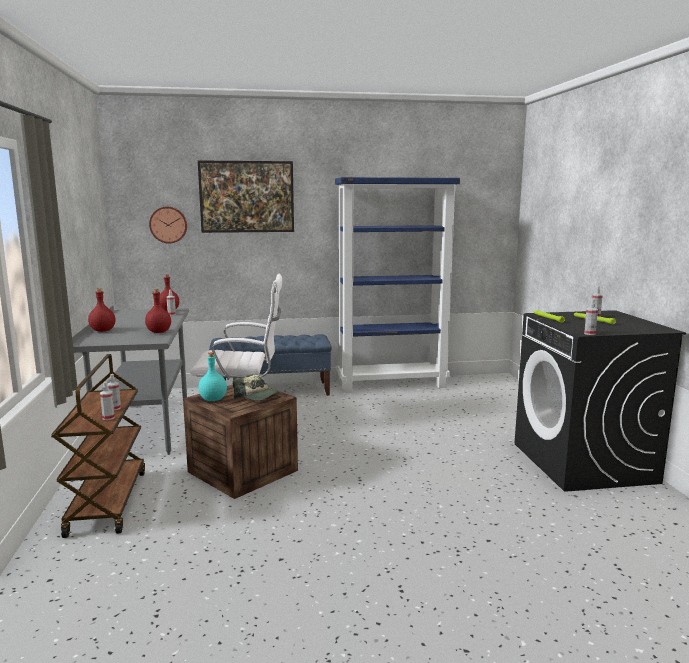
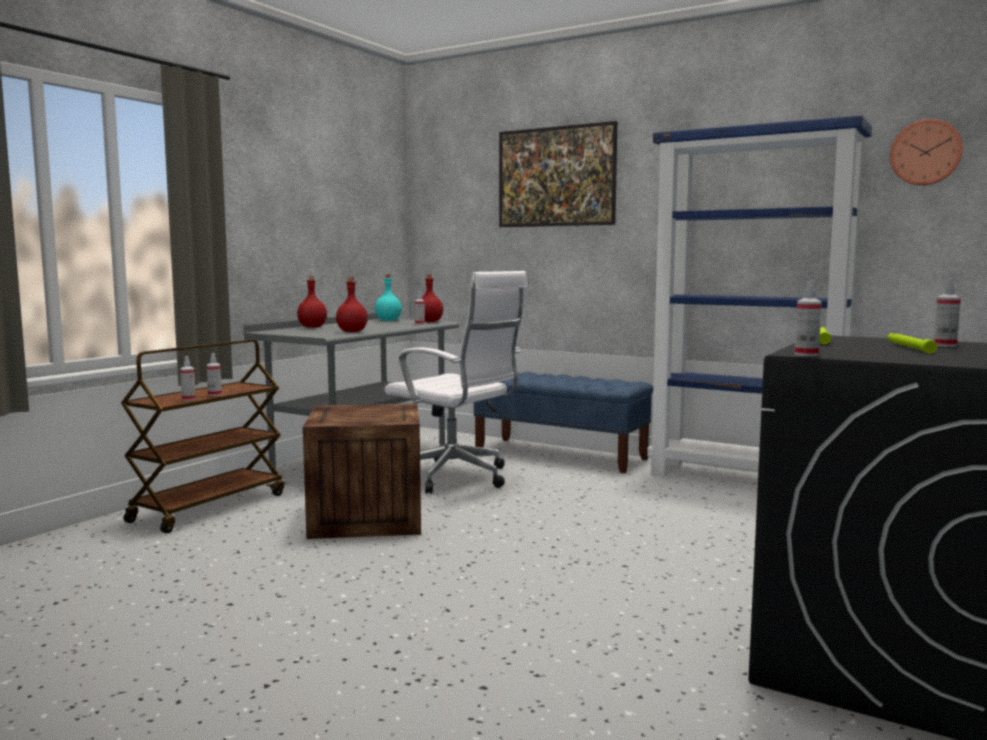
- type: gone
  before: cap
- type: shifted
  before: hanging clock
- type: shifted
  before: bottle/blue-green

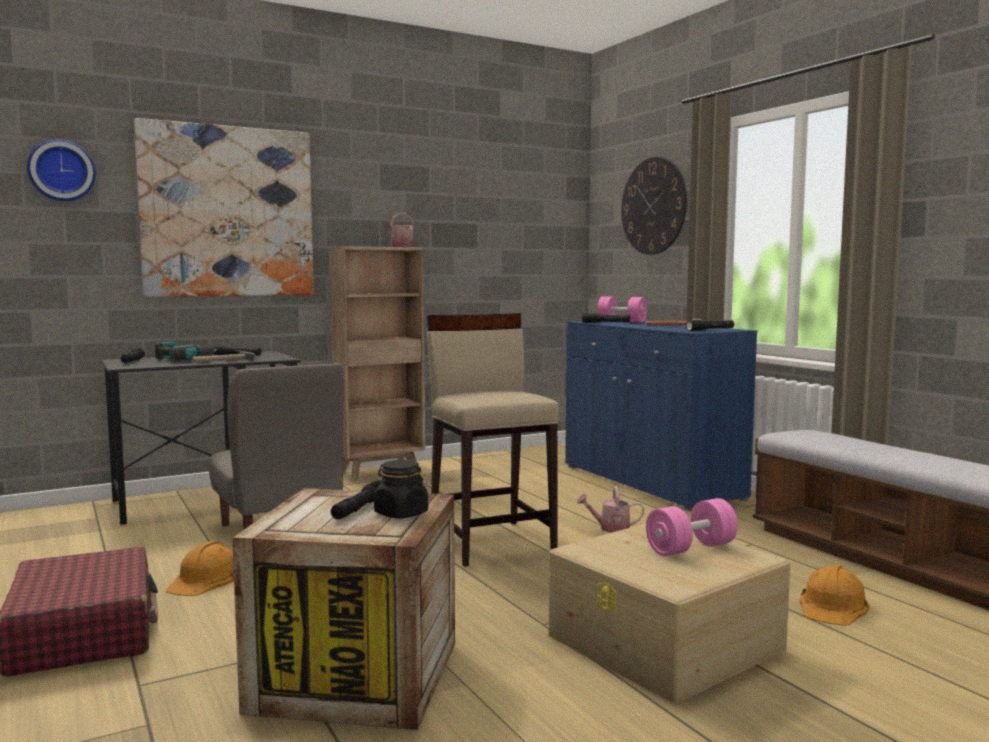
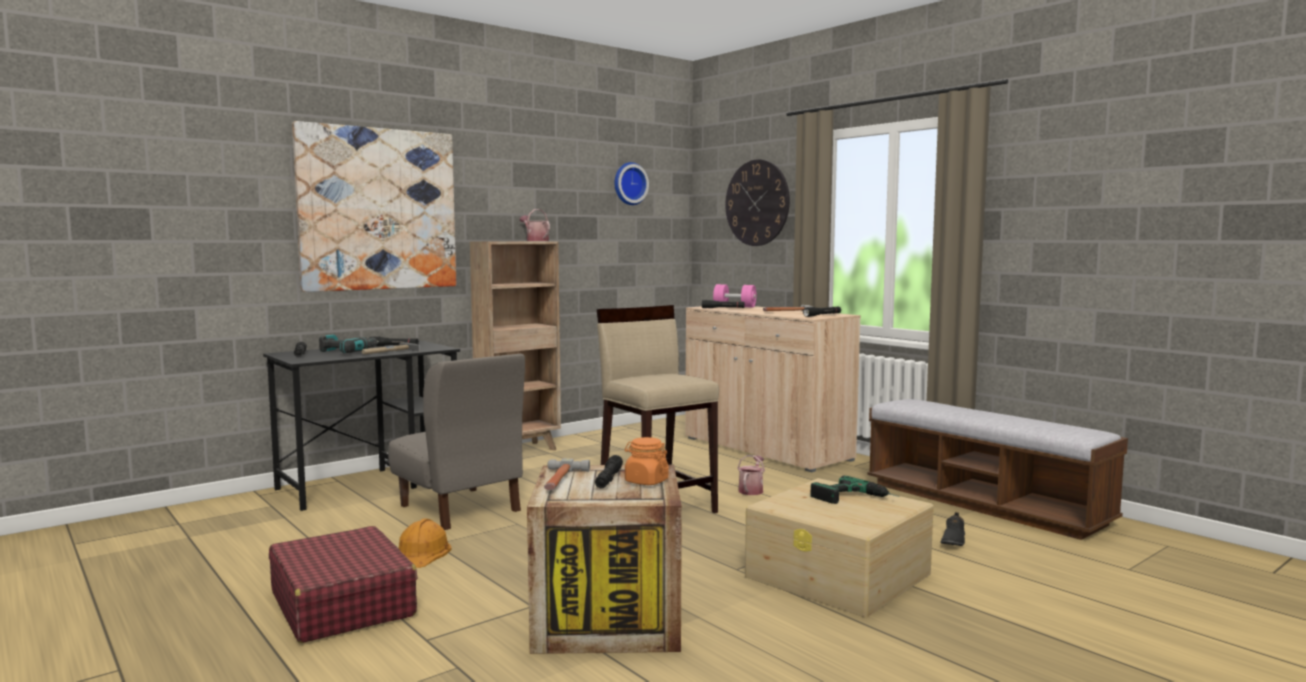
- type: new
  after: tool hammer (no. 2 from left)
- type: shifted
  before: hanging clock (no. 1 from left)
- type: swapped
  before: dumbbell/pink-coloured (no. 2 from left)
  after: drill (no. 2 from left)
- type: swapped
  before: work helmet/orange-coloured (no. 2 from left)
  after: low shoe/black
- type: repainted
  before: preserve jar/black
  after: preserve jar/orange-coloured
- type: repainted
  before: storage cabinet/blue
  after: storage cabinet/beige-coloured
- type: rotated
  before: sprinkling can (no. 2 from left)
  turn: 120

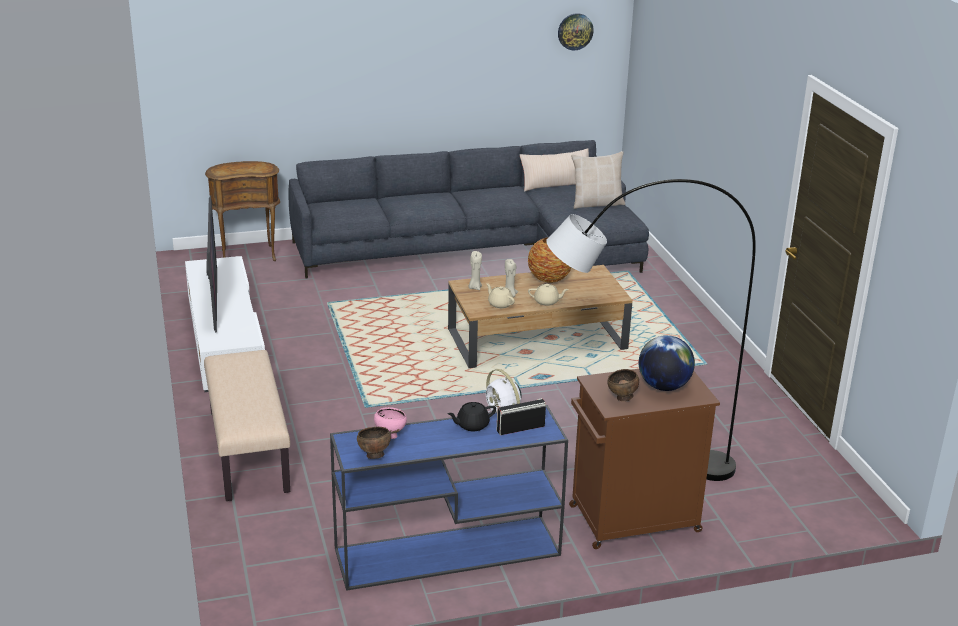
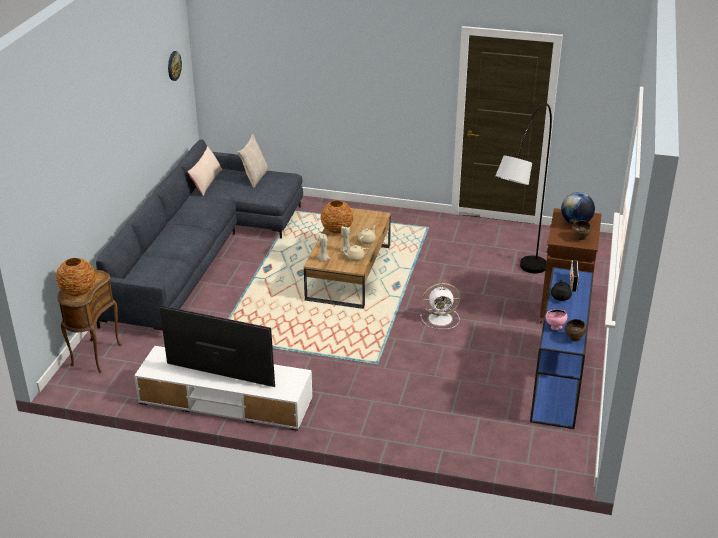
- type: gone
  before: indoor bench/beige-coloured
- type: new
  after: vase (no. 1 from left)

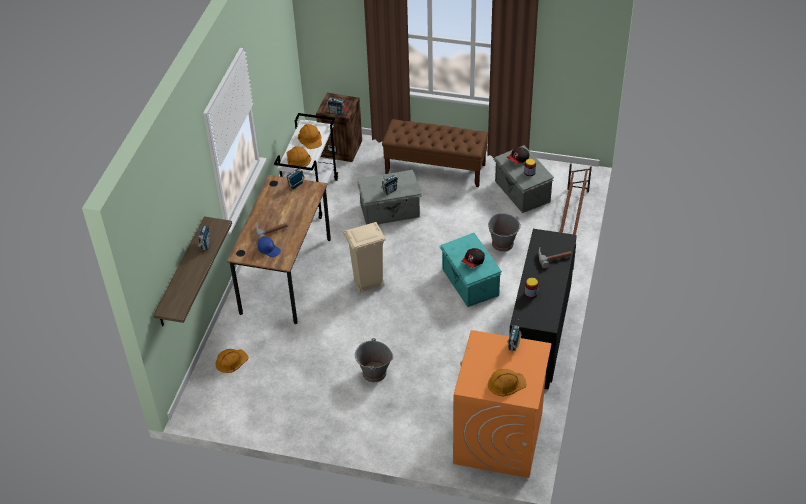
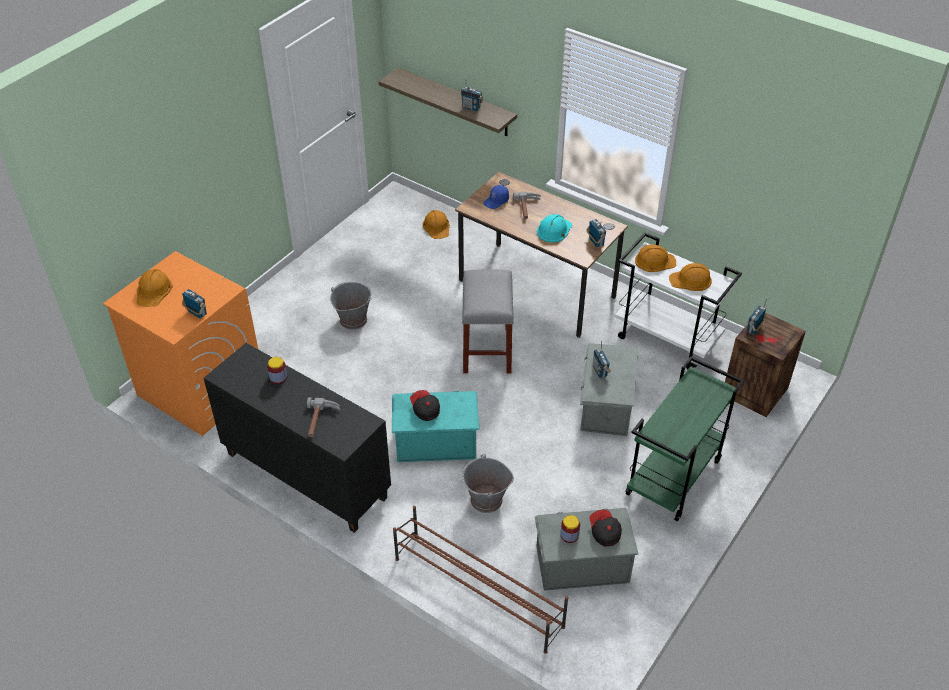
- type: new
  after: work helmet/blue-green
- type: swapped
  before: rubbish bin/beige-coloured
  after: sitting stool/greyish
- type: swapped
  before: indoor bench/brown
  after: wheeled cart/greenish

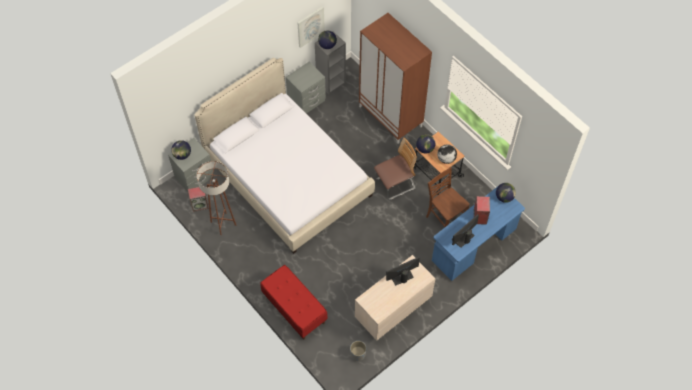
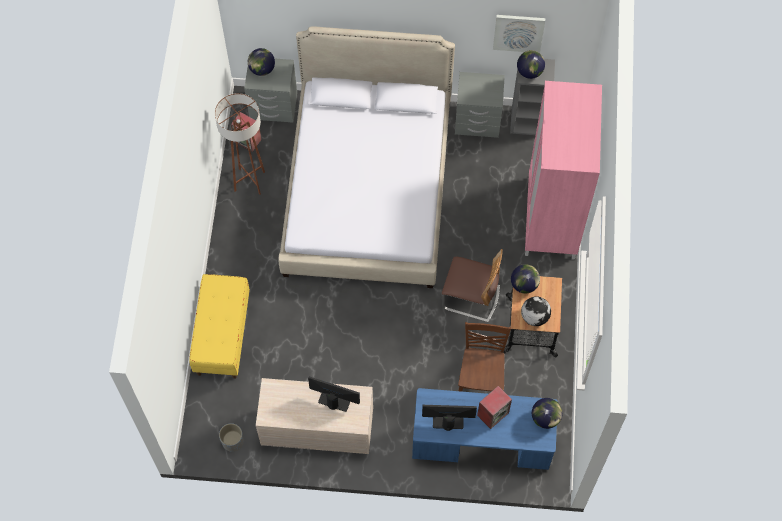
- type: repainted
  before: indoor bench/reddish
  after: indoor bench/yellow
- type: repainted
  before: armoire/brown
  after: armoire/pink-coloured

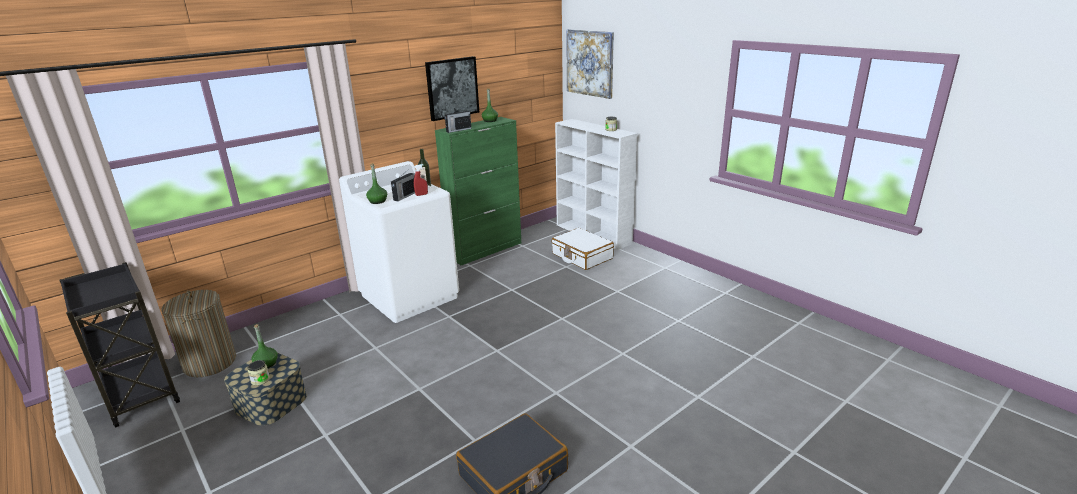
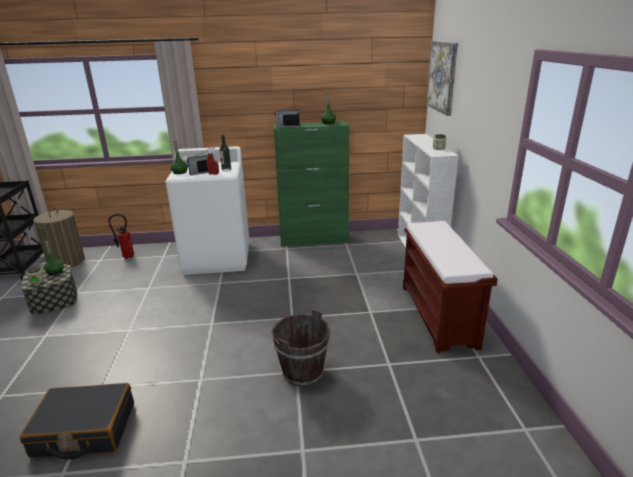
- type: gone
  before: wall picture (no. 1 from left)
- type: gone
  before: suitcase/whitish
- type: new
  after: fire extinguisher
- type: new
  after: water bucket/brown
- type: new
  after: indoor bench/brown

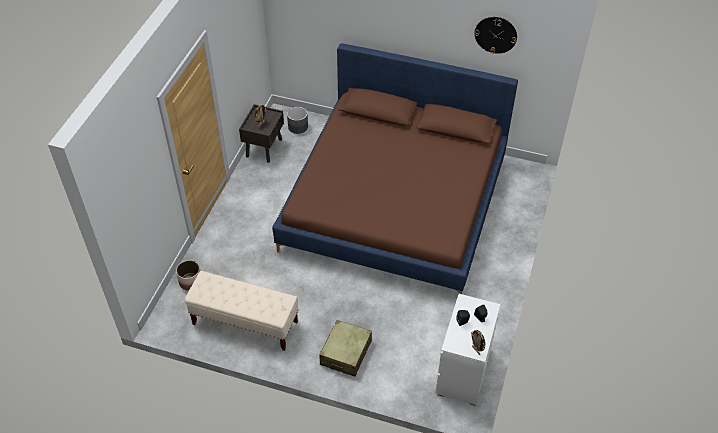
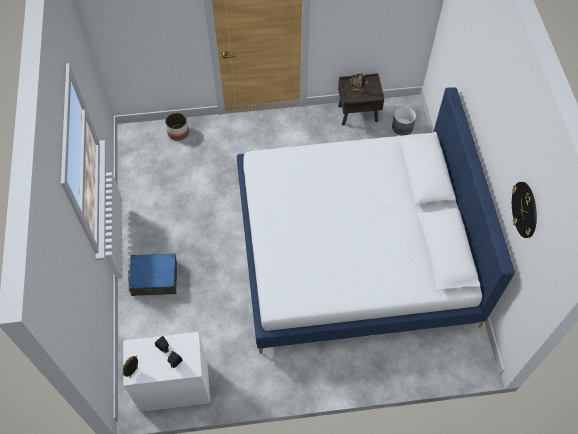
- type: gone
  before: indoor bench/beige-coloured
- type: repainted
  before: bedroom bed/brown
  after: bedroom bed/whitish
- type: repainted
  before: suitcase/beige-coloured
  after: suitcase/blue

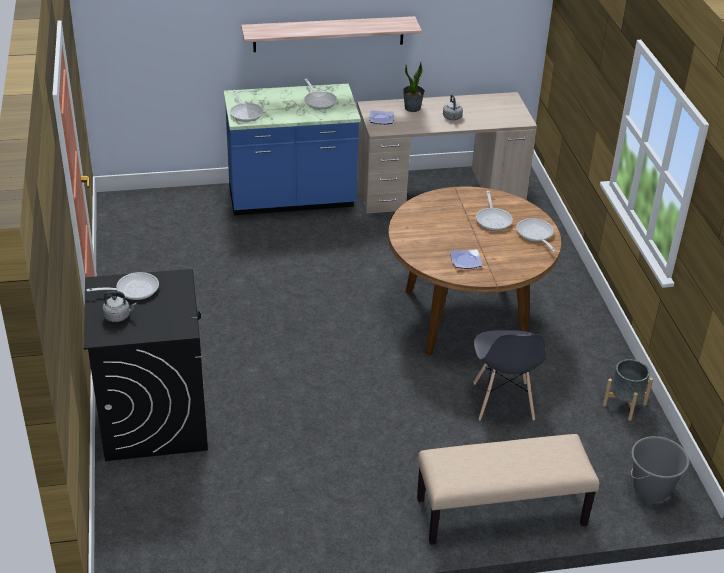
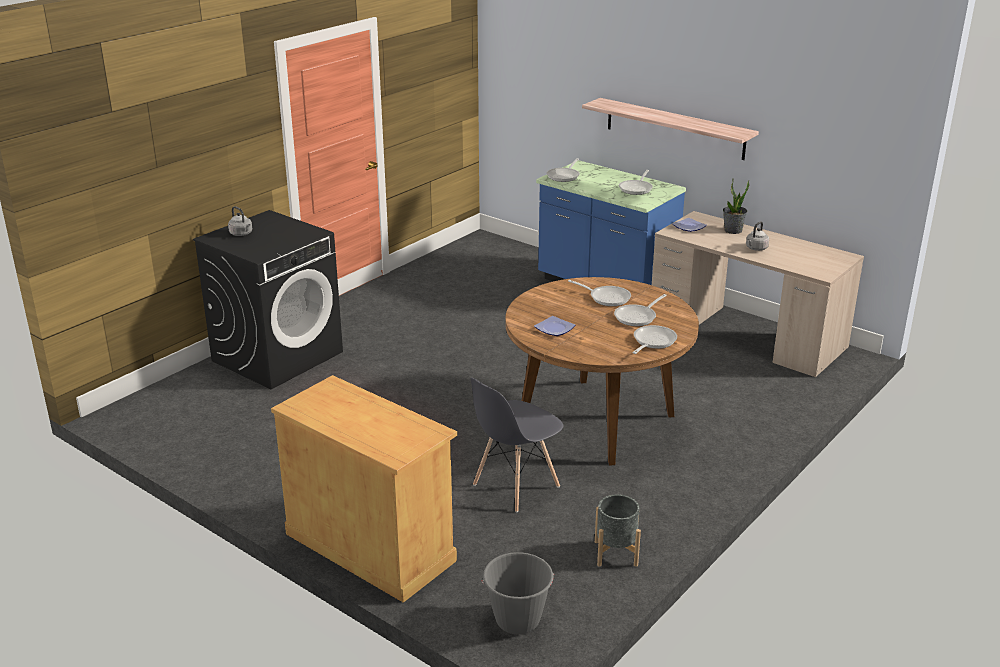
- type: shifted
  before: frying pan (no. 1 from left in the first image)
  after: frying pan (no. 2 from left)
- type: swapped
  before: indoor bench/beige-coloured
  after: storage cabinet/beige-coloured

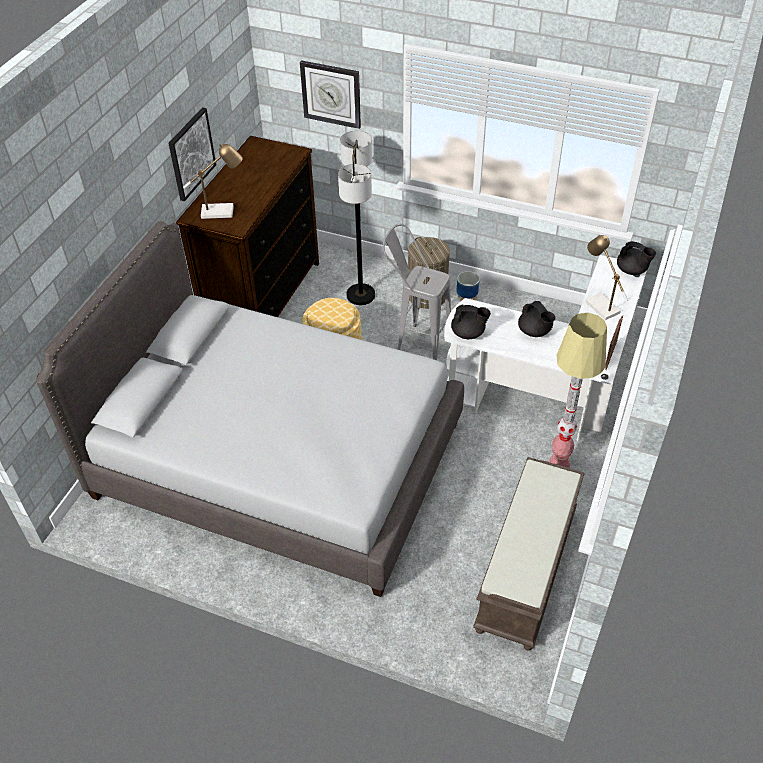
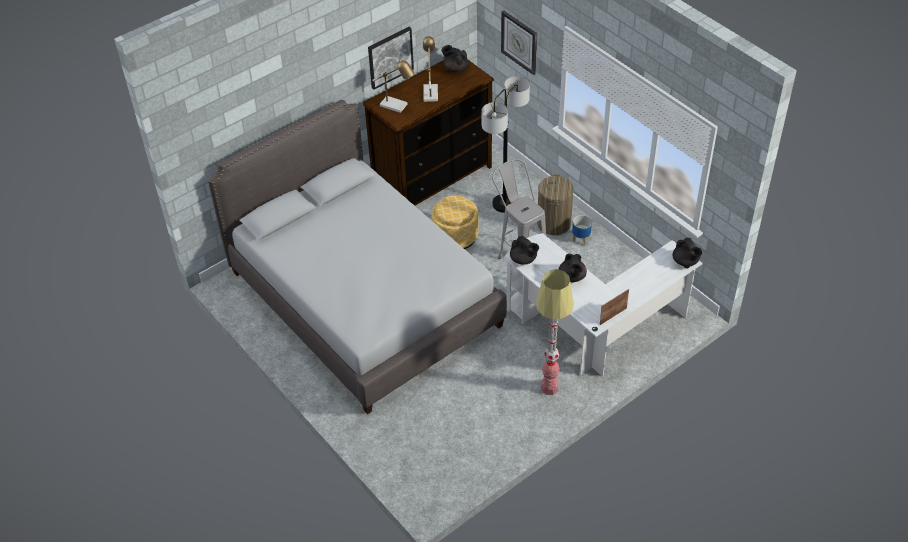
- type: gone
  before: indoor bench/brown
- type: new
  after: teapot/black (no. 1 from left)
- type: shifted
  before: tabletop lamp (no. 2 from left)

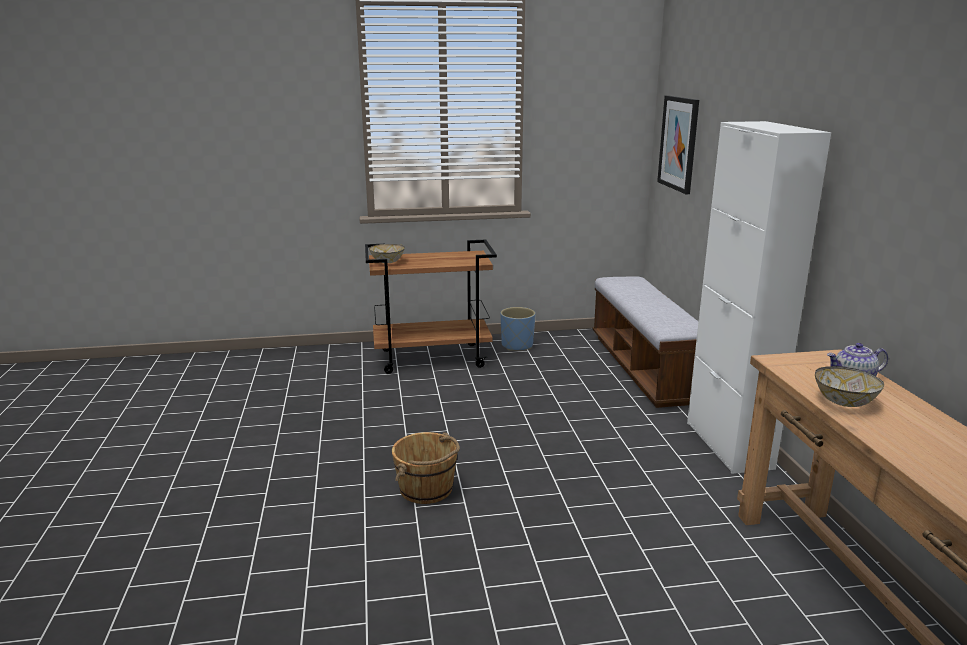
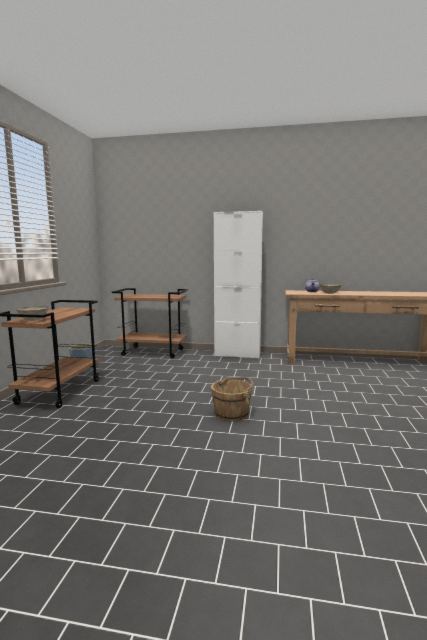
- type: gone
  before: wall picture
- type: swapped
  before: indoor bench
  after: wheeled cart/brown (no. 2 from left)

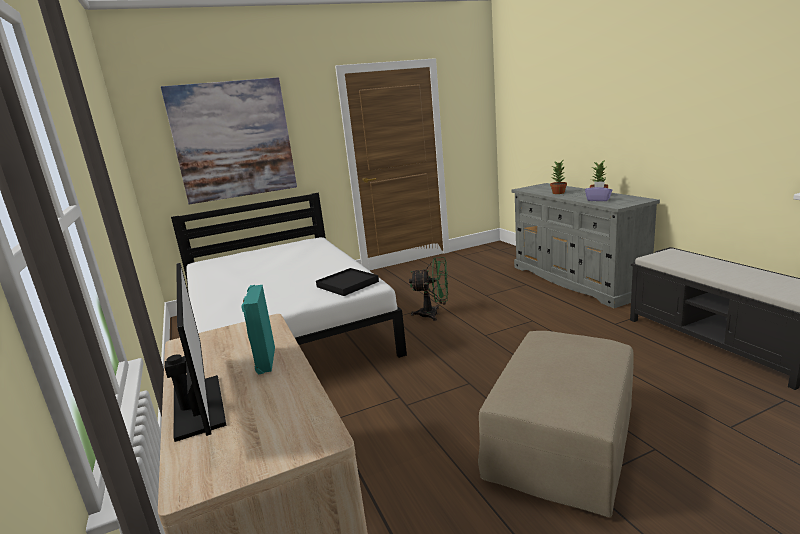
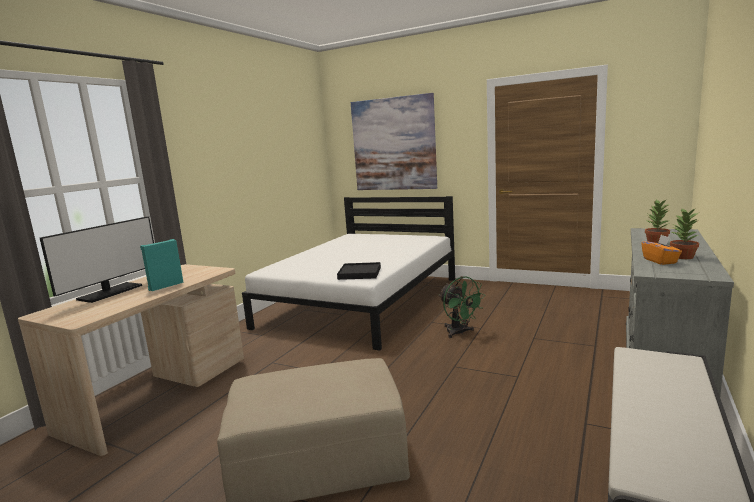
- type: repainted
  before: tissue box/purple-coloured
  after: tissue box/orange-coloured

